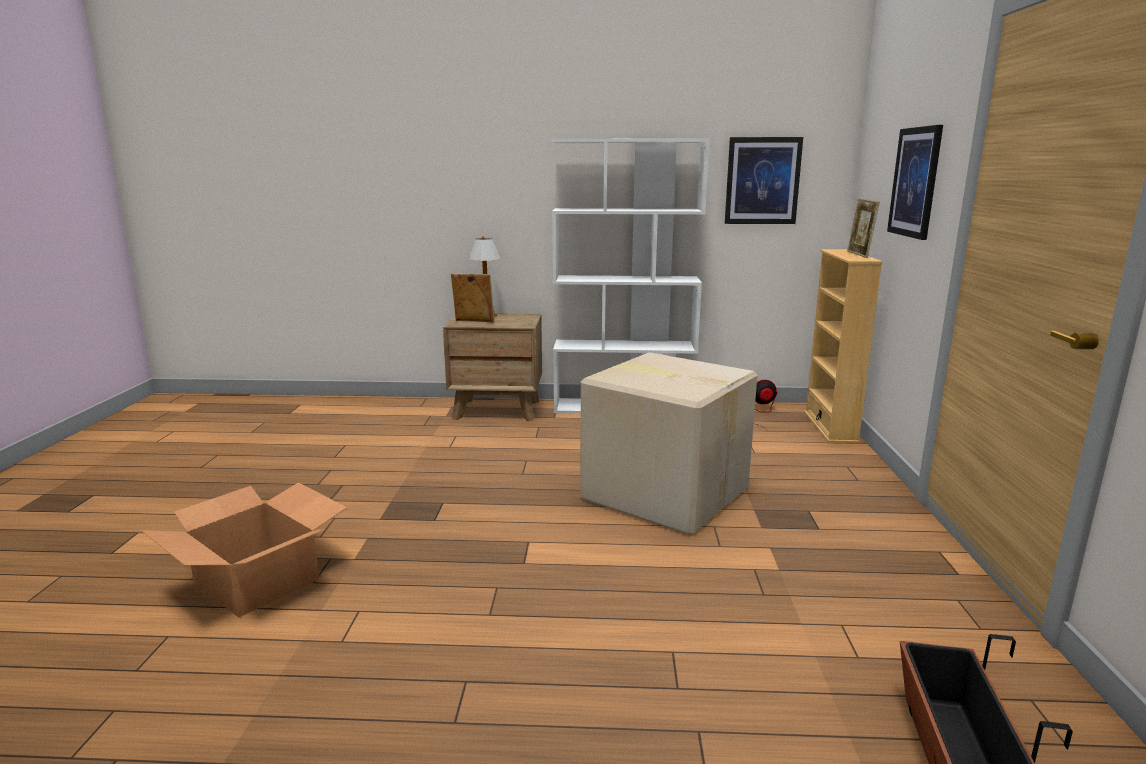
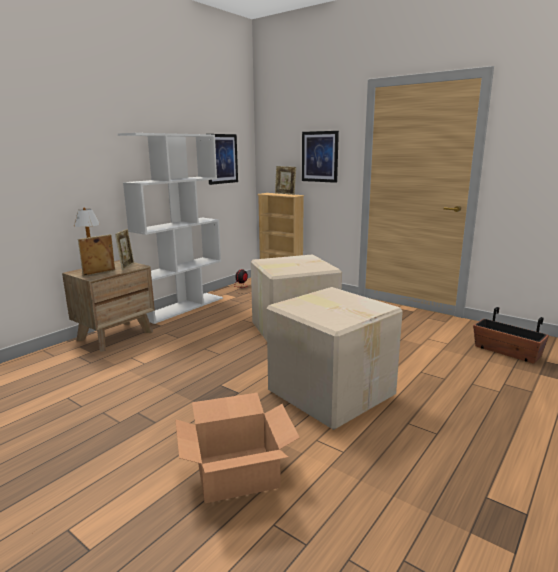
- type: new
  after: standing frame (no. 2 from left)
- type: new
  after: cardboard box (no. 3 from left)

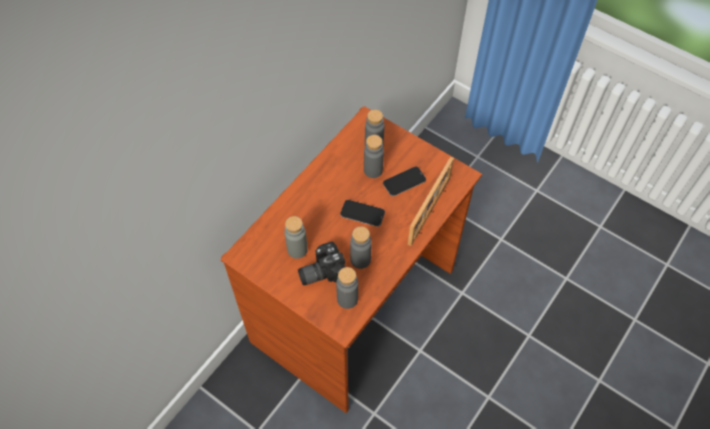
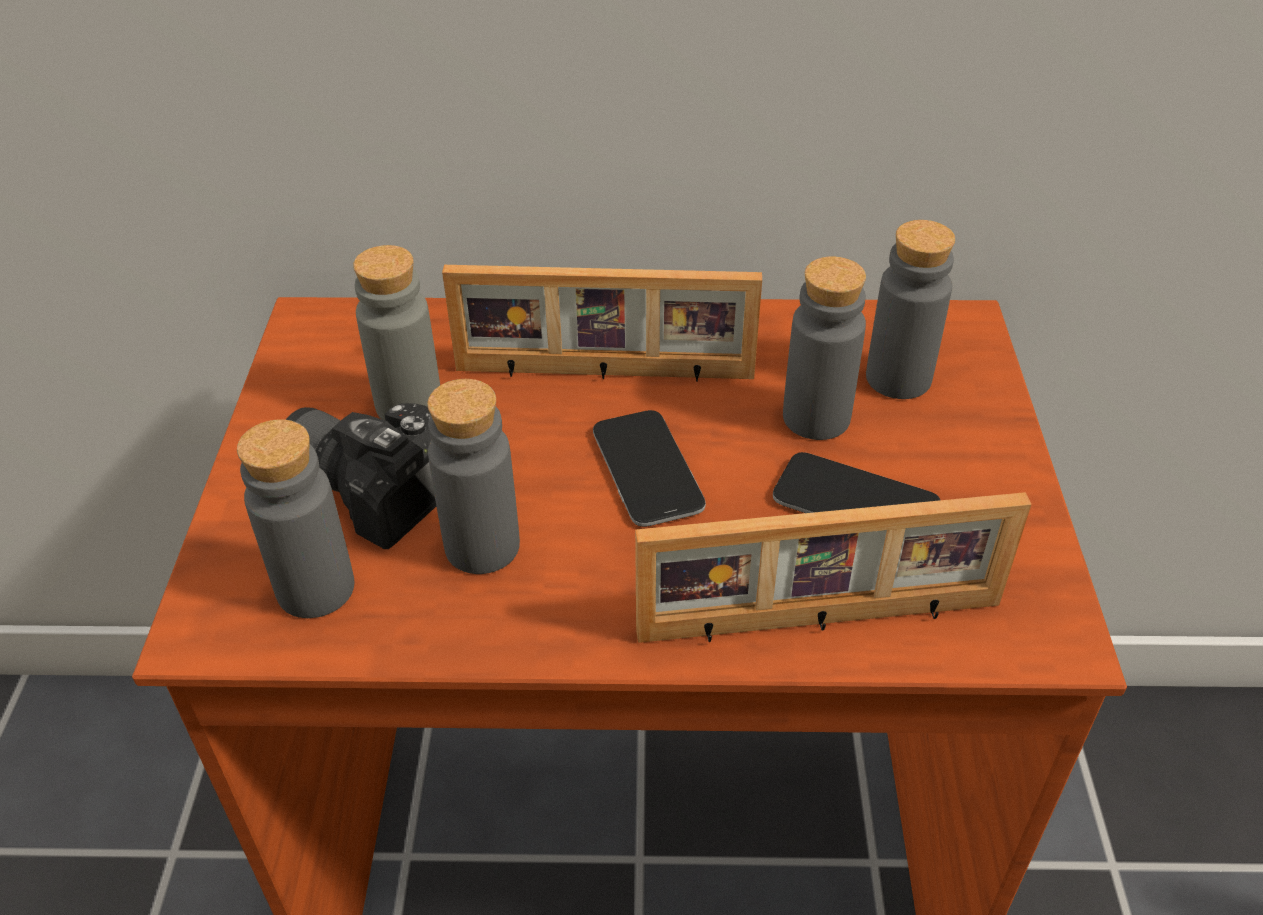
- type: new
  after: standing frame (no. 1 from left)

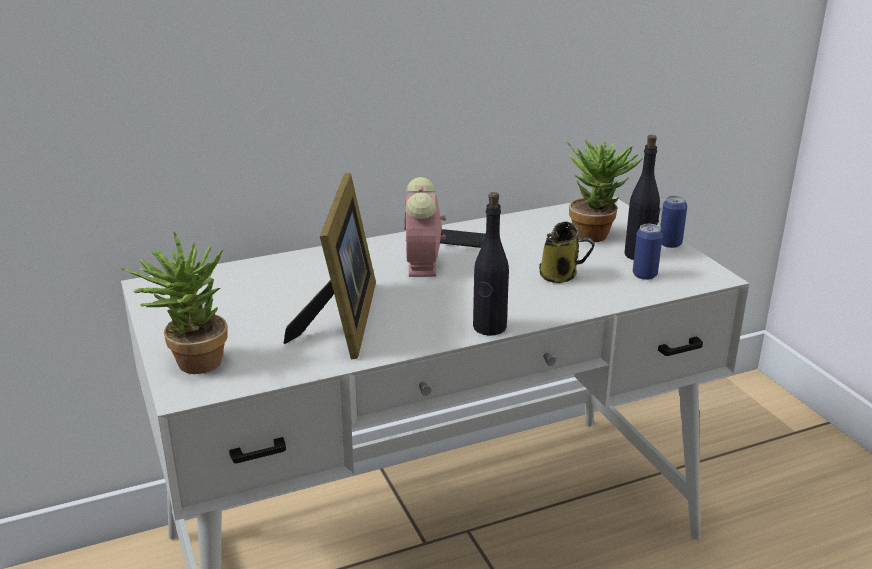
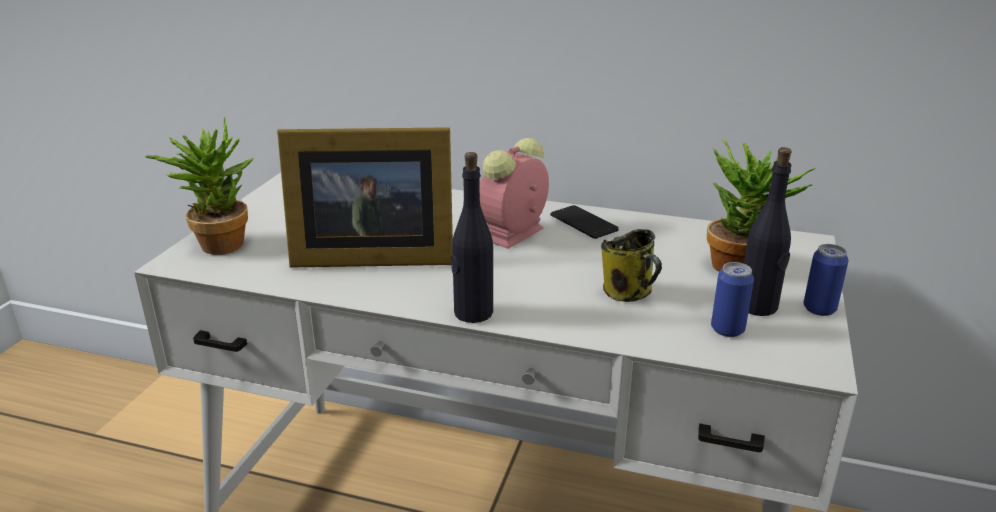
- type: rotated
  before: standing frame
  turn: 45

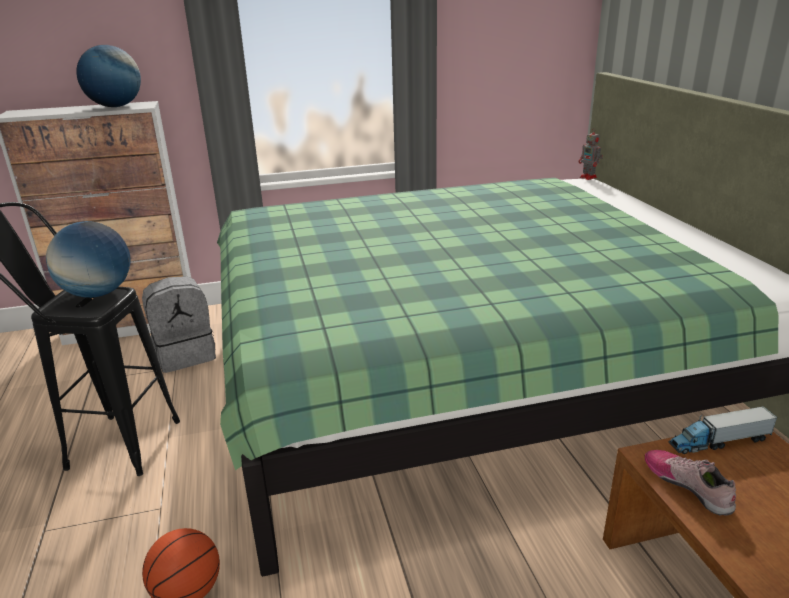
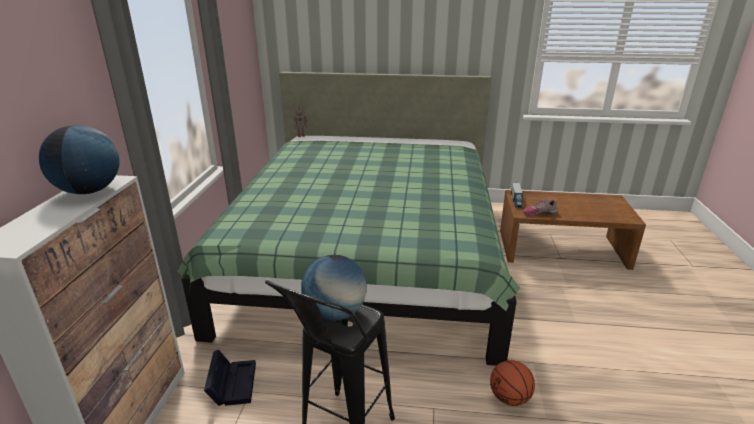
- type: swapped
  before: rucksack/greyish
  after: storage container/black

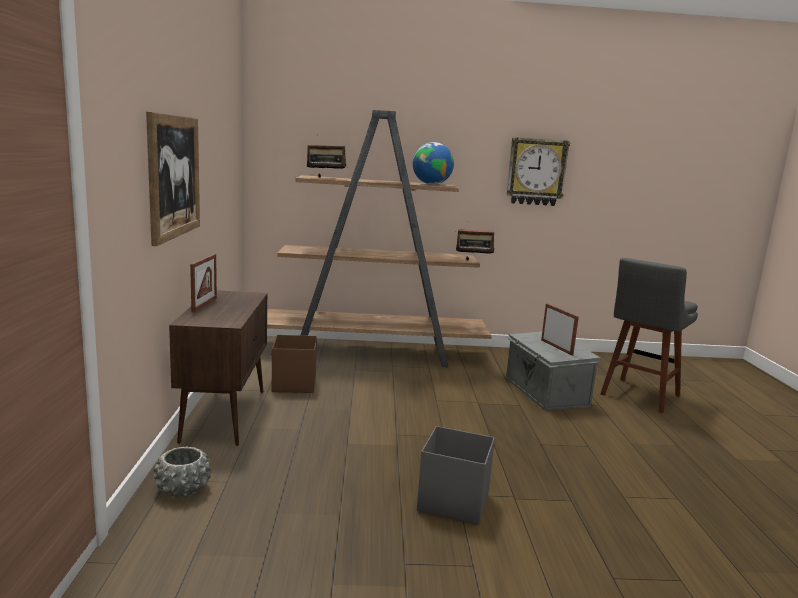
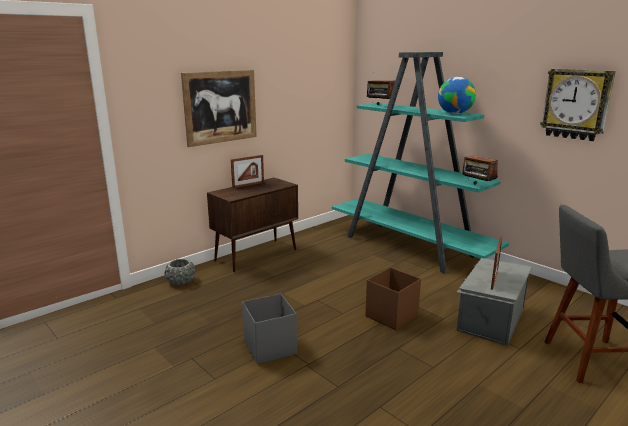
- type: shifted
  before: storage container/brown
- type: repainted
  before: shelving unit/brown
  after: shelving unit/blue-green

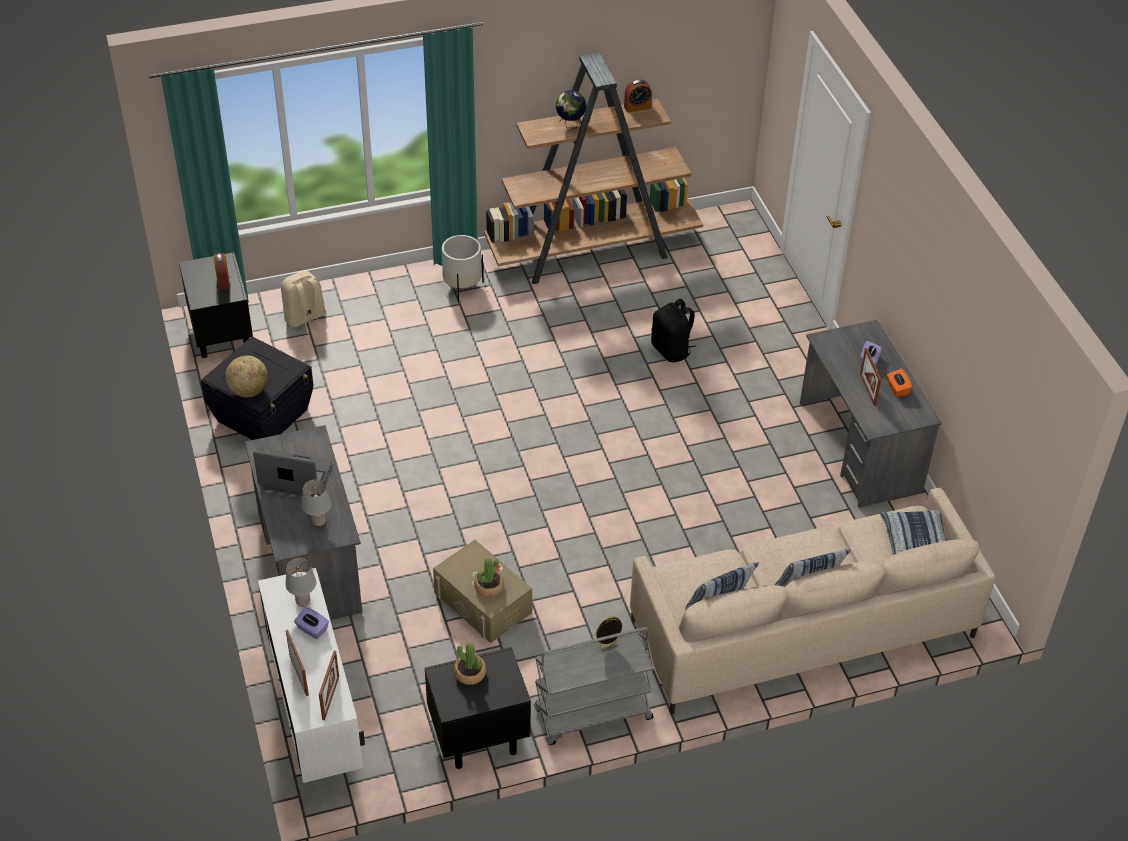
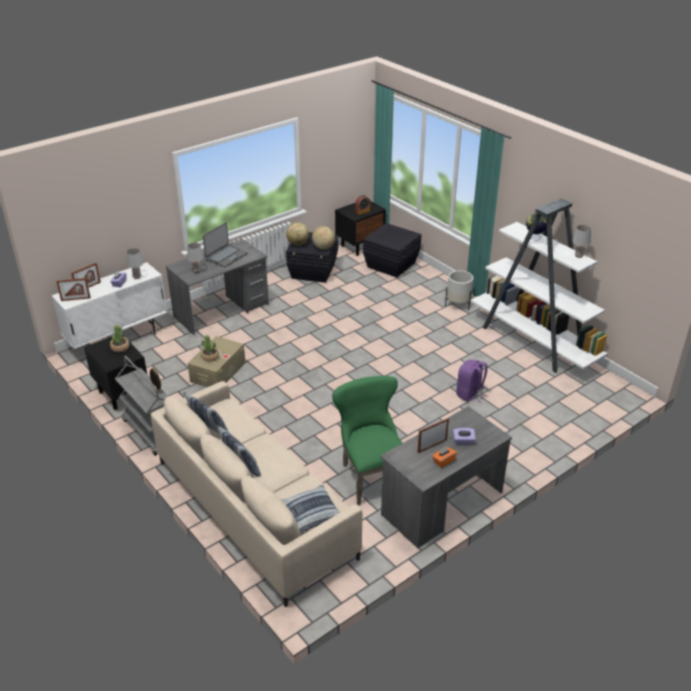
- type: new
  after: globe (no. 2 from left)
- type: new
  after: chair/greenish
- type: swapped
  before: rucksack/beige-coloured
  after: storage container/black (no. 2 from left)
- type: swapped
  before: alarm clock (no. 2 from left)
  after: tabletop lamp/greyish (no. 3 from left)
- type: repainted
  before: shelving unit/brown
  after: shelving unit/whitish
- type: repainted
  before: rucksack/black
  after: rucksack/purple-coloured
- type: rotated
  before: portable computer
  turn: 45

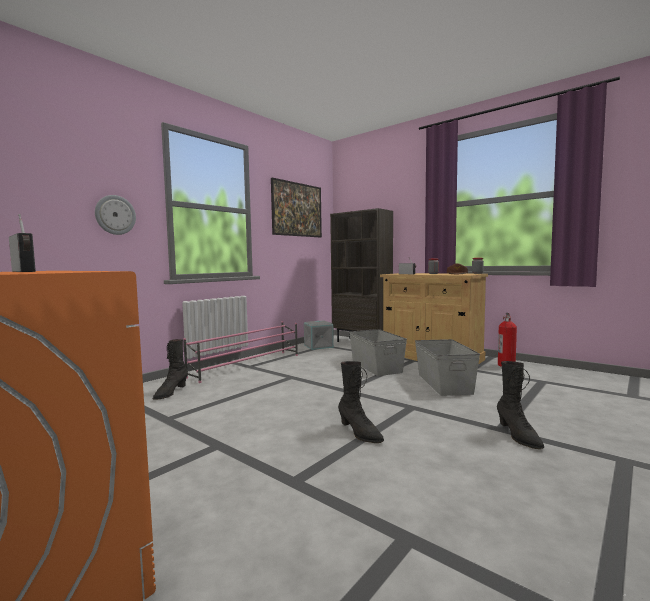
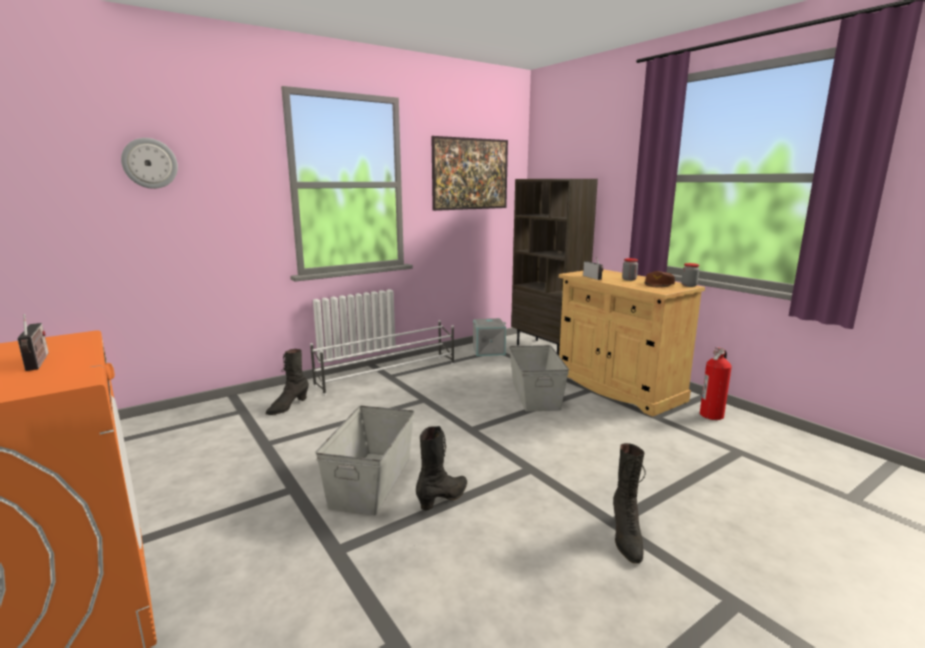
- type: shifted
  before: hanging clock
- type: shifted
  before: storage container/greyish (no. 3 from left in the first image)
  after: storage container/greyish (no. 1 from left)
- type: repainted
  before: shoe rack/pink-coloured
  after: shoe rack/whitish
- type: rotated
  before: tall boot/black (no. 2 from left)
  turn: -120

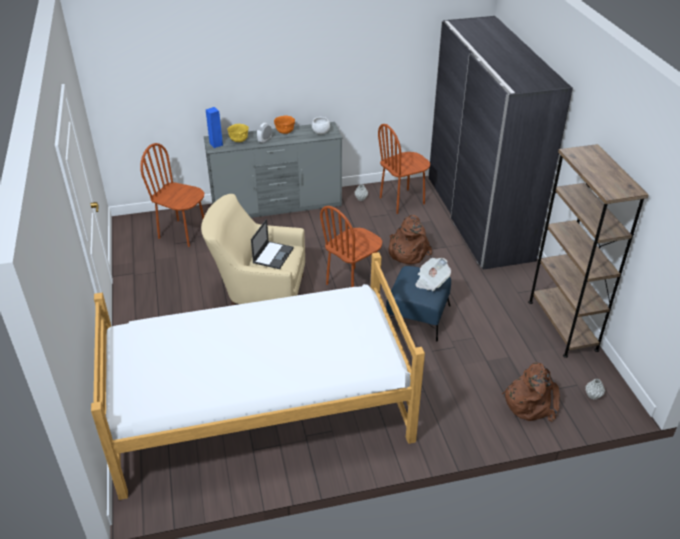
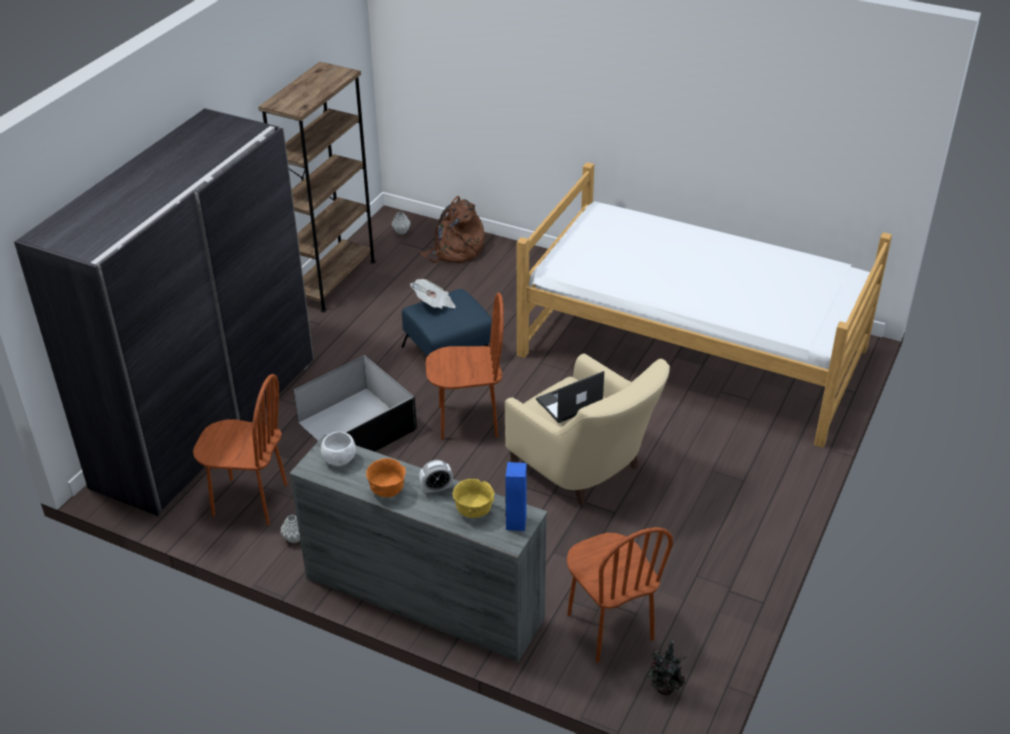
- type: new
  after: houseplant
- type: swapped
  before: rucksack/brown (no. 1 from left)
  after: storage container/black

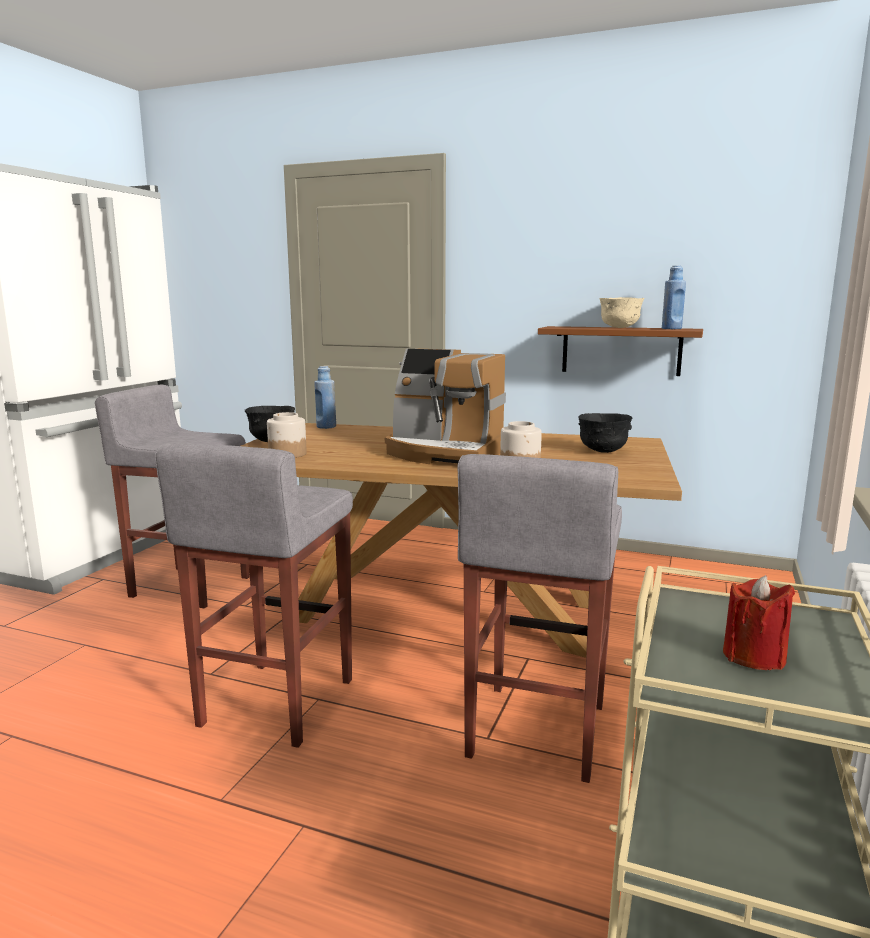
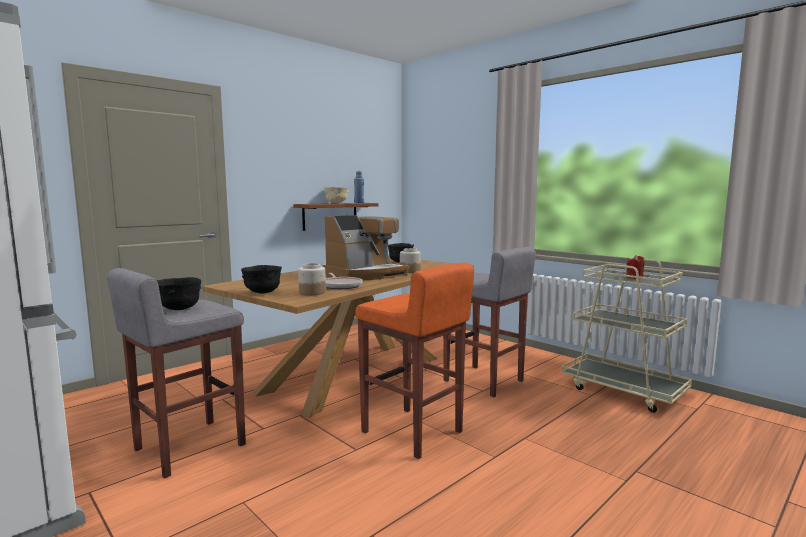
- type: gone
  before: bottle/blue (no. 1 from left)
- type: new
  after: deep dish/black (no. 1 from left)
- type: new
  after: frying pan
- type: repainted
  before: sitting stool/greyish (no. 2 from left)
  after: sitting stool/orange-coloured

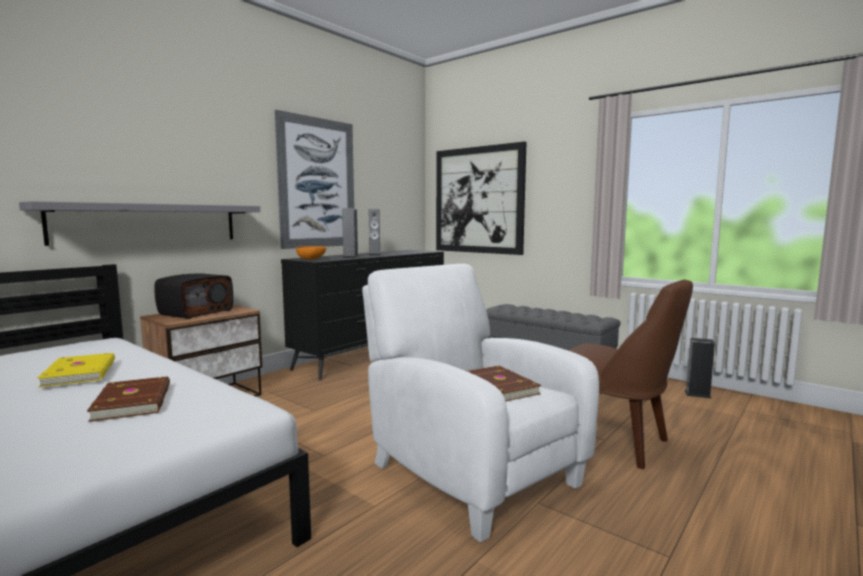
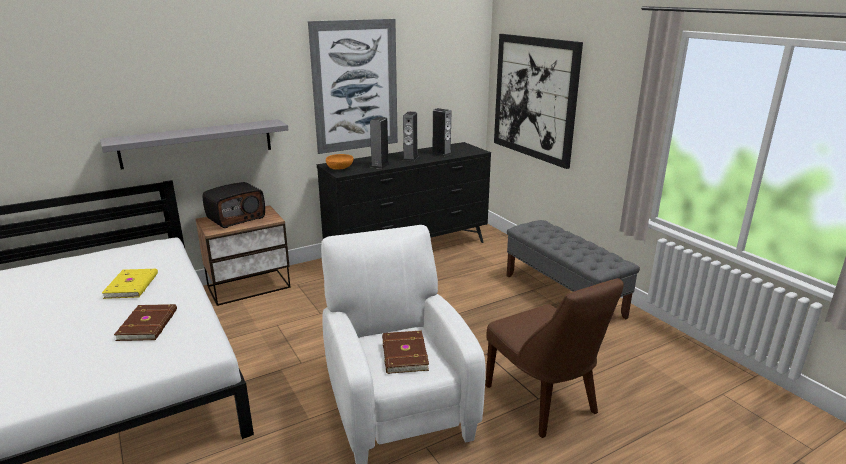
- type: shifted
  before: audio speaker (no. 3 from left)

